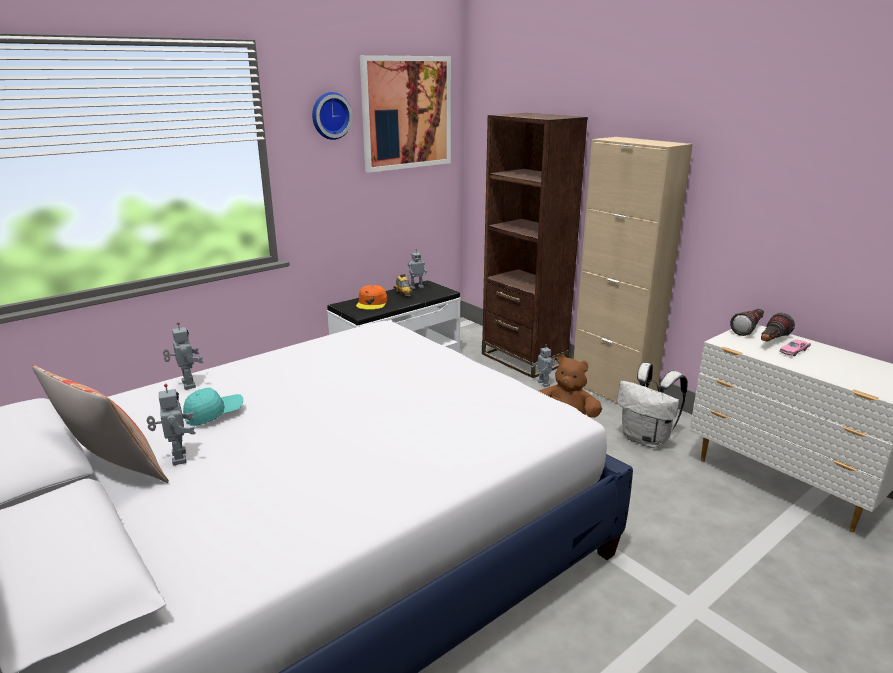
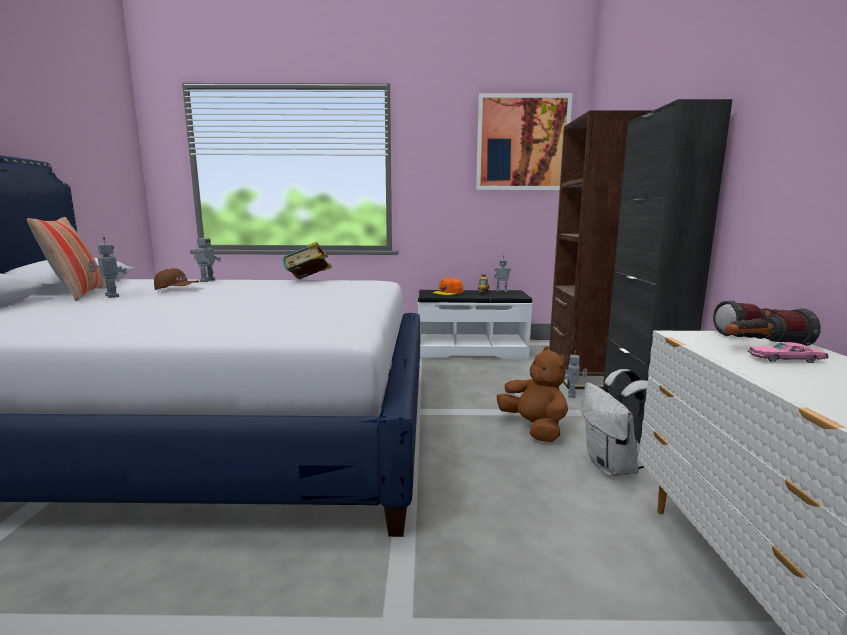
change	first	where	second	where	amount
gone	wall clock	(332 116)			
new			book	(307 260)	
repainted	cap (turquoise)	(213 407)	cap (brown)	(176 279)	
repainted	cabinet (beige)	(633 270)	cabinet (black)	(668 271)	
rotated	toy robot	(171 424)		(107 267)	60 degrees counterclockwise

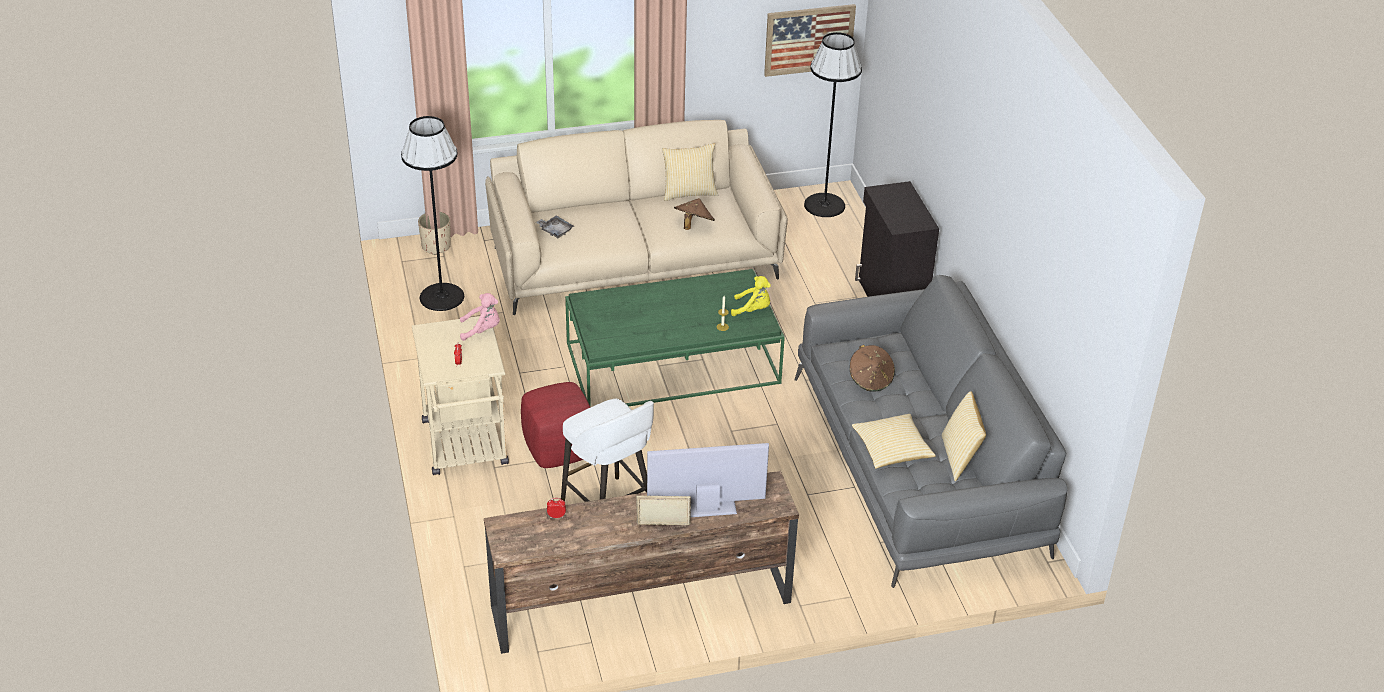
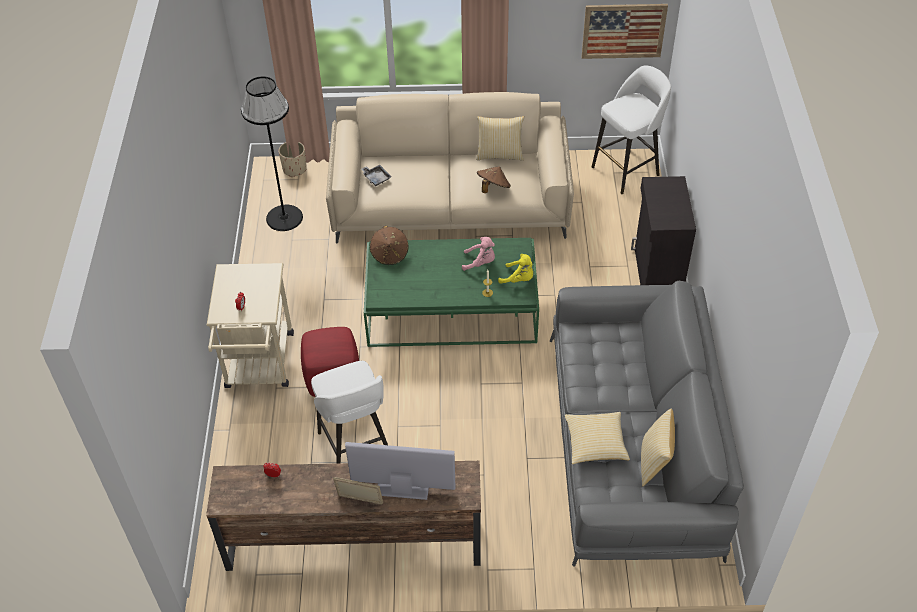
change	first	where	second	where	amount
shifted	plush toy (pink)	(480 317)		(478 254)	
shifted	hat (brown)	(872 368)		(389 245)	
swapped	floor lamp (black)	(833 124)	stool (white)	(631 129)	

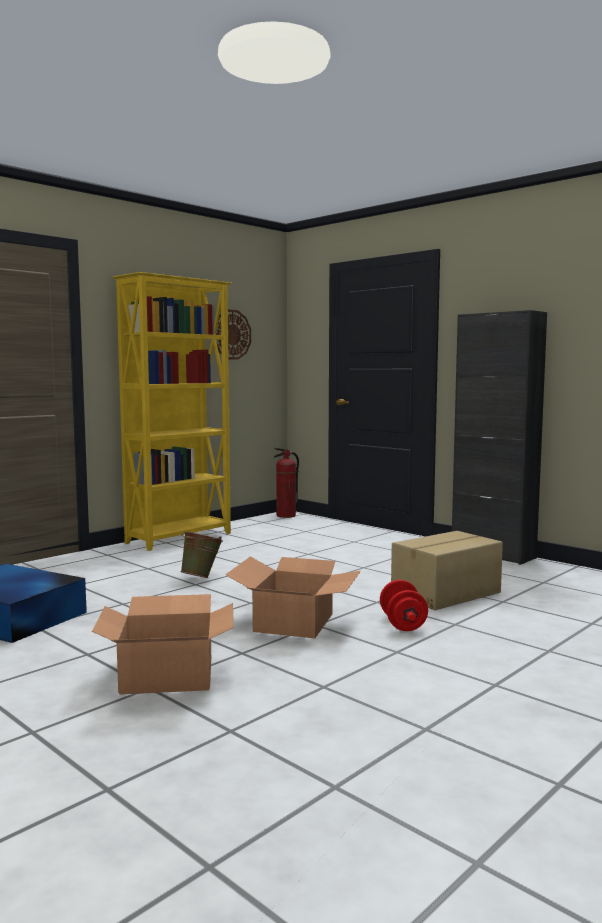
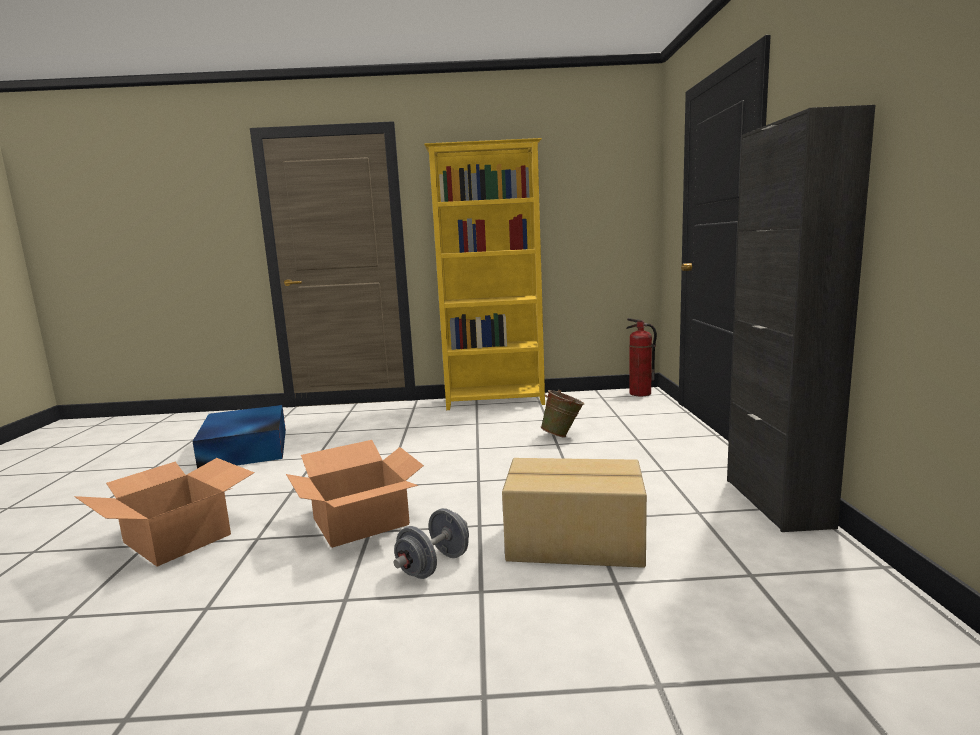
change	first	where	second	where	amount
gone	wall clock	(233 334)			
shifted	bucket (green)	(202 554)		(562 413)	
repainted	dumbbell (red)	(404 605)	dumbbell (grey)	(431 543)	

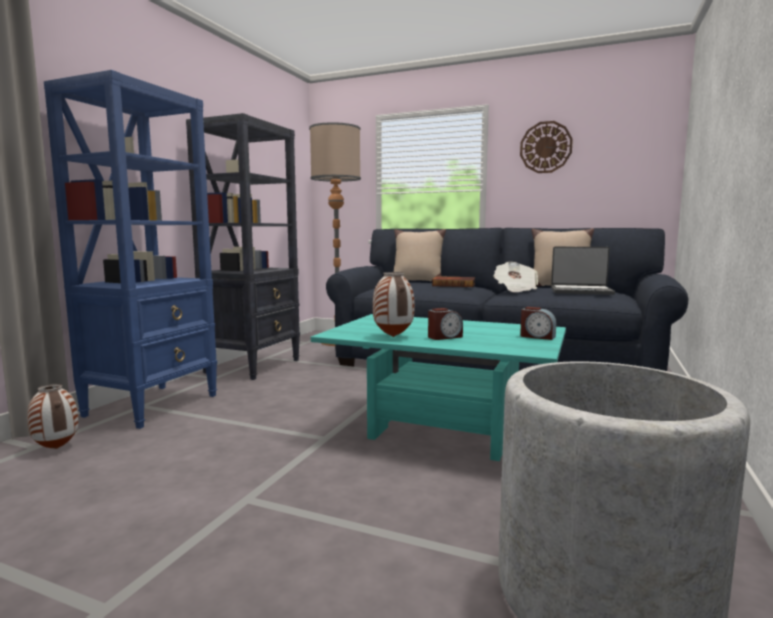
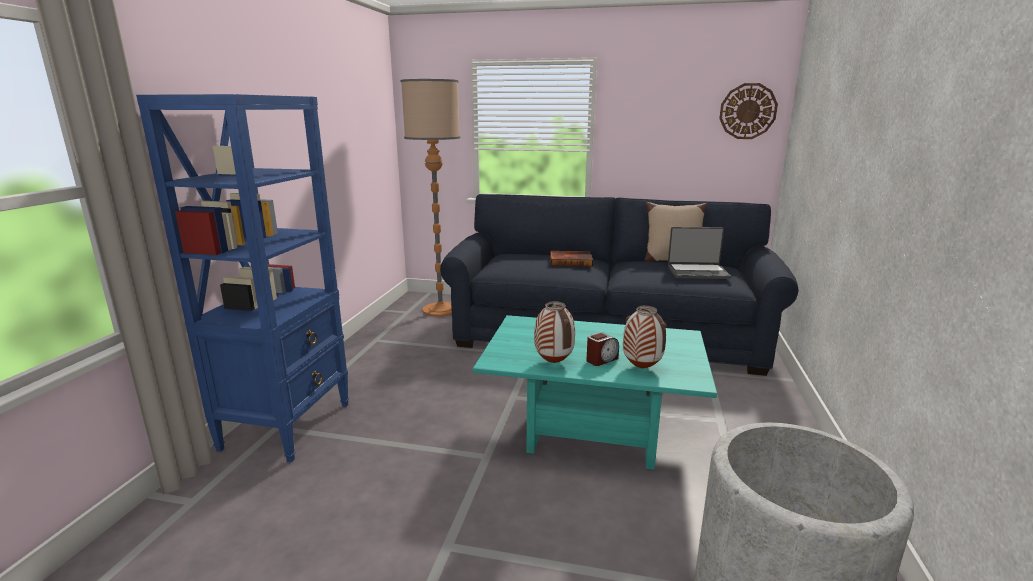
change	first	where	second	where	amount
gone	bookcase (black)	(243 246)			
gone	pillow (beige)	(419 255)			
gone	newspaper	(515 277)			
gone	alarm clock	(538 323)			
shifted	vase	(52 416)		(645 337)	
shifted	wall clock	(546 147)		(748 111)	

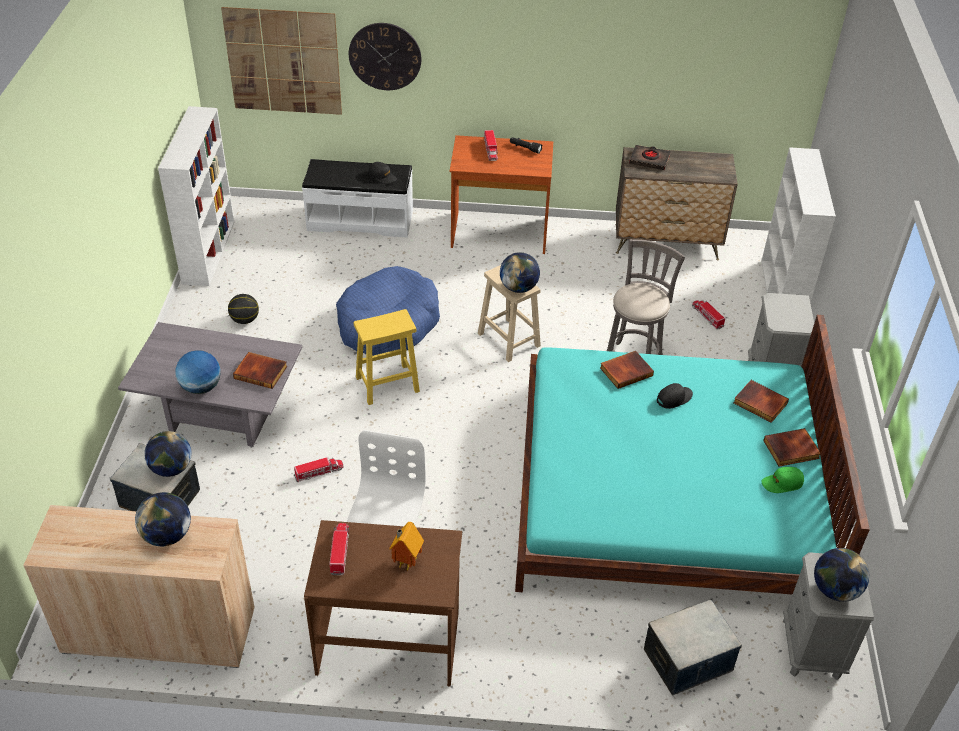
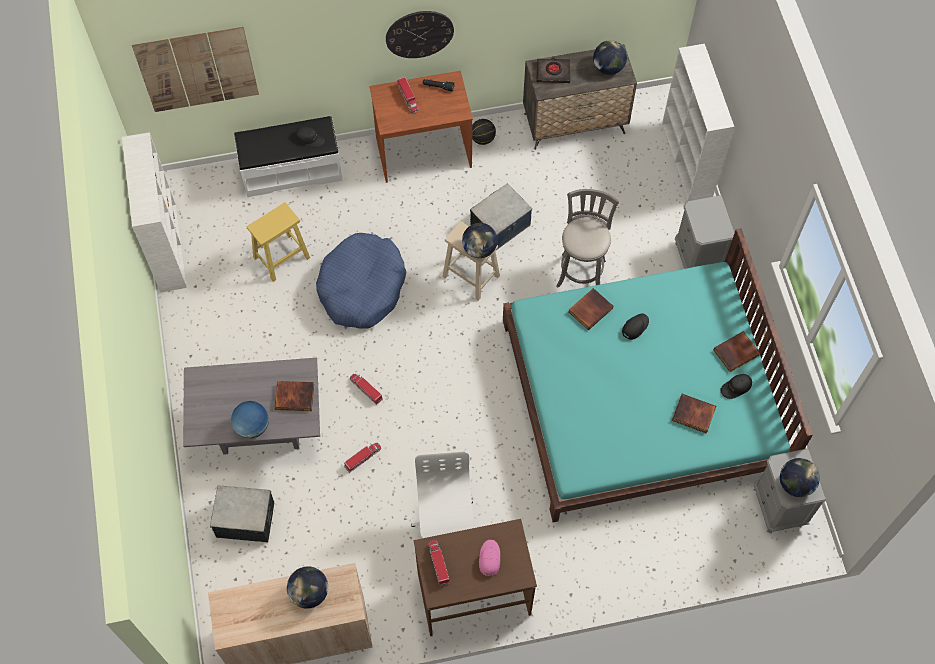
change	first	where	second	where	amount
shifted	globe	(168 454)		(610 57)	
shifted	basketball	(243 309)		(484 132)	
shifted	wall clock	(385 56)		(420 34)	
shifted	stool (yellow)	(387 357)		(278 242)	
shifted	storage box	(693 647)		(501 217)	
shifted	toy truck	(708 314)		(366 389)	
shifted	book	(761 401)		(694 414)	
swapped	toy house	(406 546)	cap (pink)	(489 558)	
repainted	cap (green)	(782 480)	cap (black)	(736 386)	

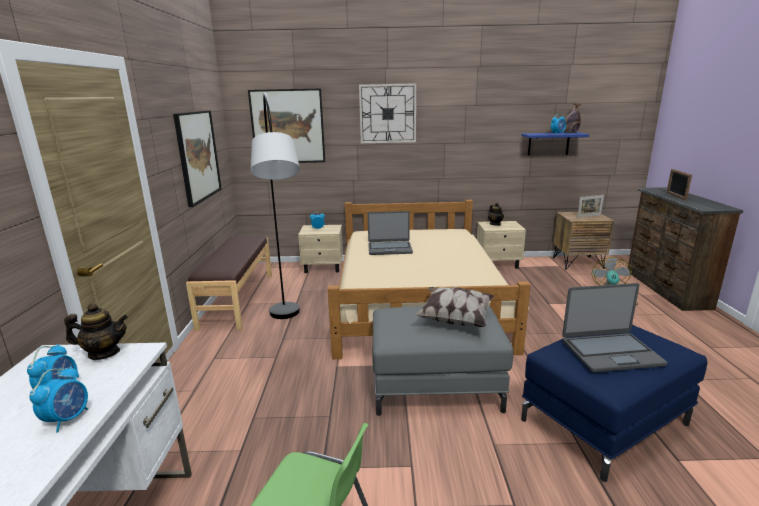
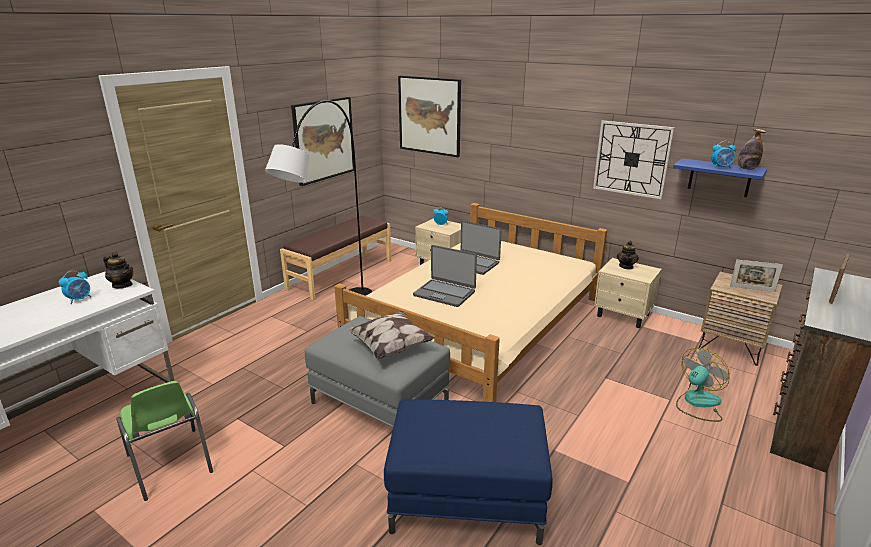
change	first	where	second	where	amount
gone	alarm clock	(58 399)			
shifted	wall clock	(387 113)		(634 159)	
shifted	laptop	(614 327)		(445 276)	

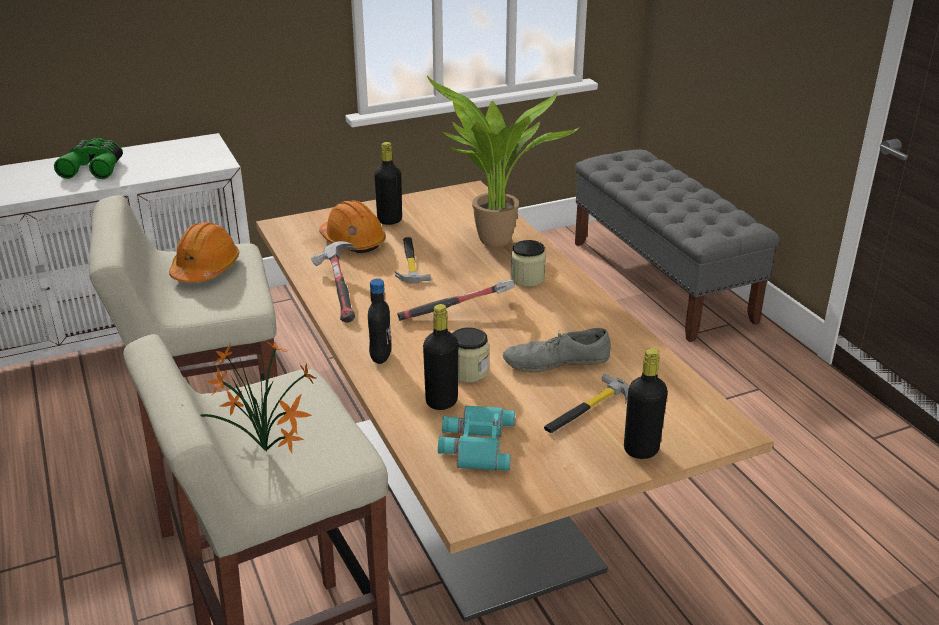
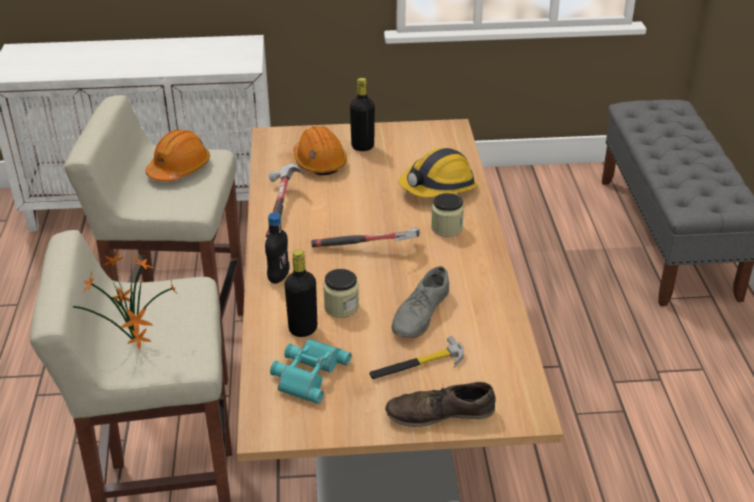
change	first	where	second	where	amount
gone	binoculars (green)	(88 158)			
gone	hammer	(413 260)			
swapped	potted plant	(503 161)	hard hat	(438 173)	
swapped	bottle (black)	(646 403)	shoe (brown)	(440 404)	
rotated	shoe (grey)	(557 350)		(420 302)	75 degrees counterclockwise

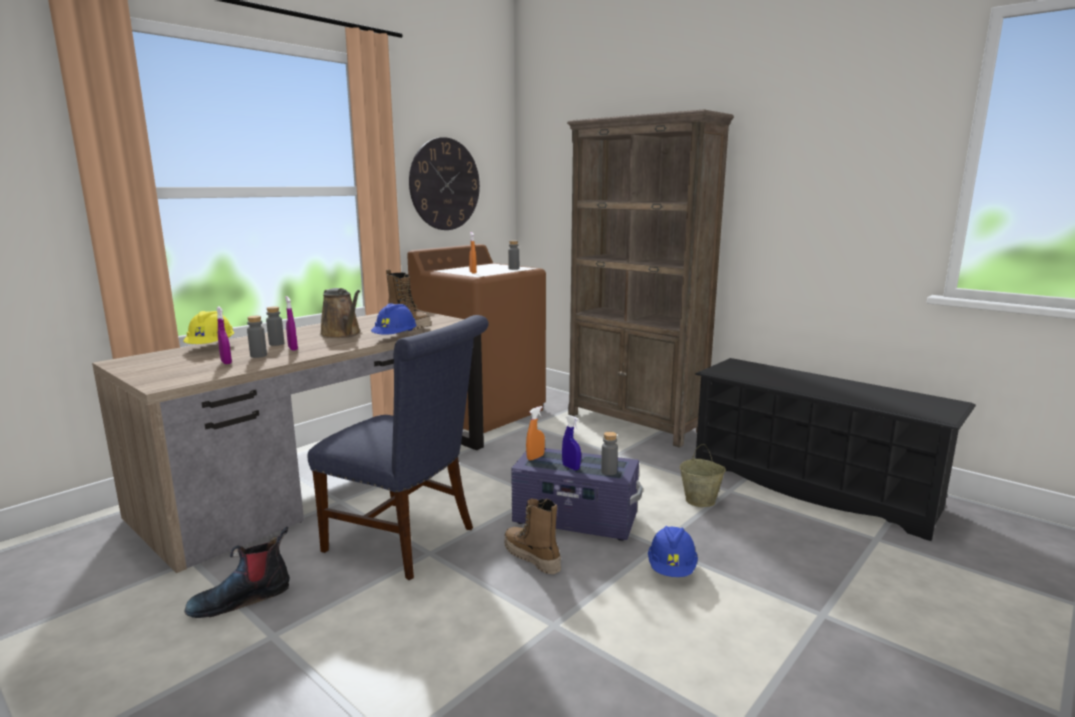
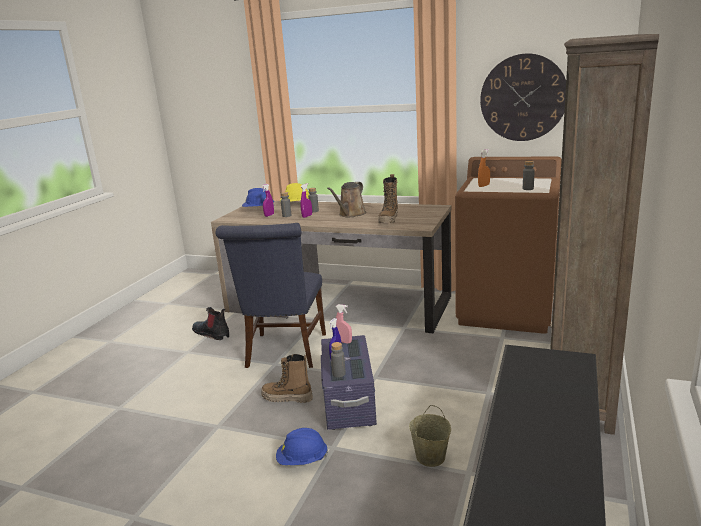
change	first	where	second	where	amount
shifted	hard hat (blue)	(394 318)		(258 197)	
repainted	spray bottle (orange)	(535 433)	spray bottle (pink)	(344 323)	
rotated	boot	(532 536)		(287 378)	105 degrees counterclockwise

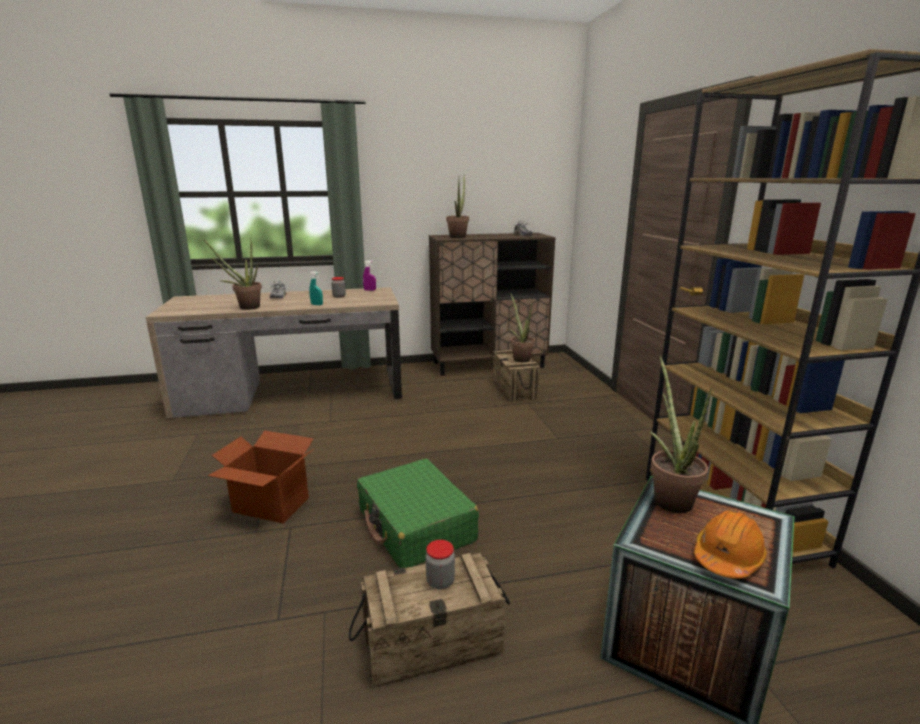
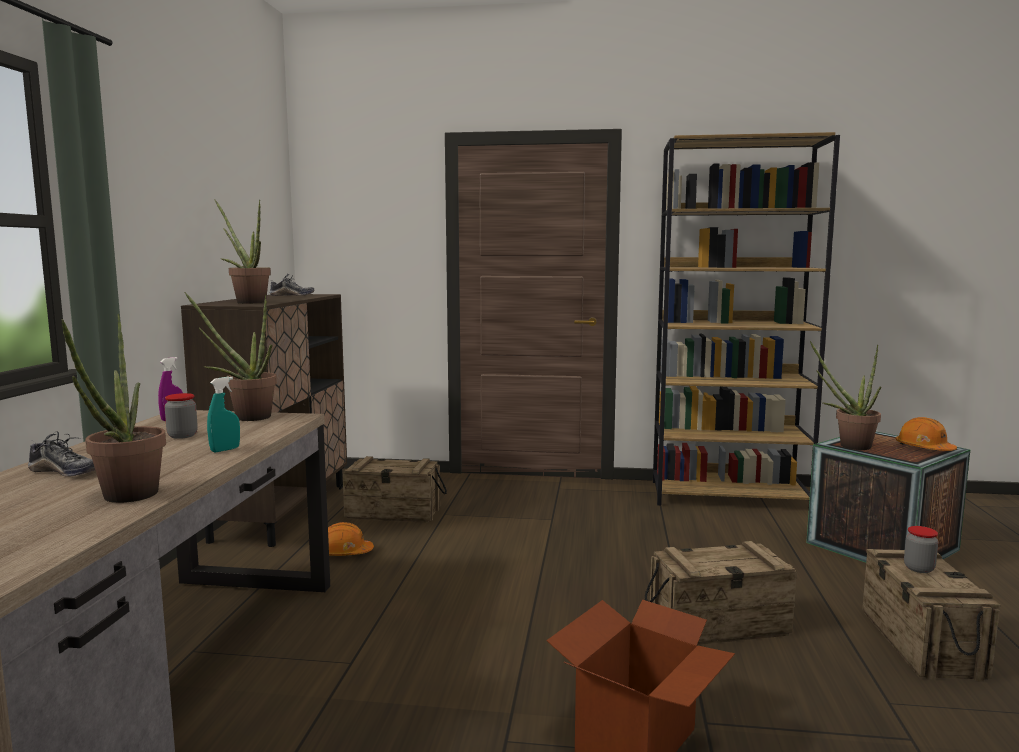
change	first	where	second	where	amount
new			hard hat (orange)	(351 539)	
shifted	potted plant	(522 327)		(231 356)	
swapped	suitcase (green)	(418 513)	crate	(721 593)	

